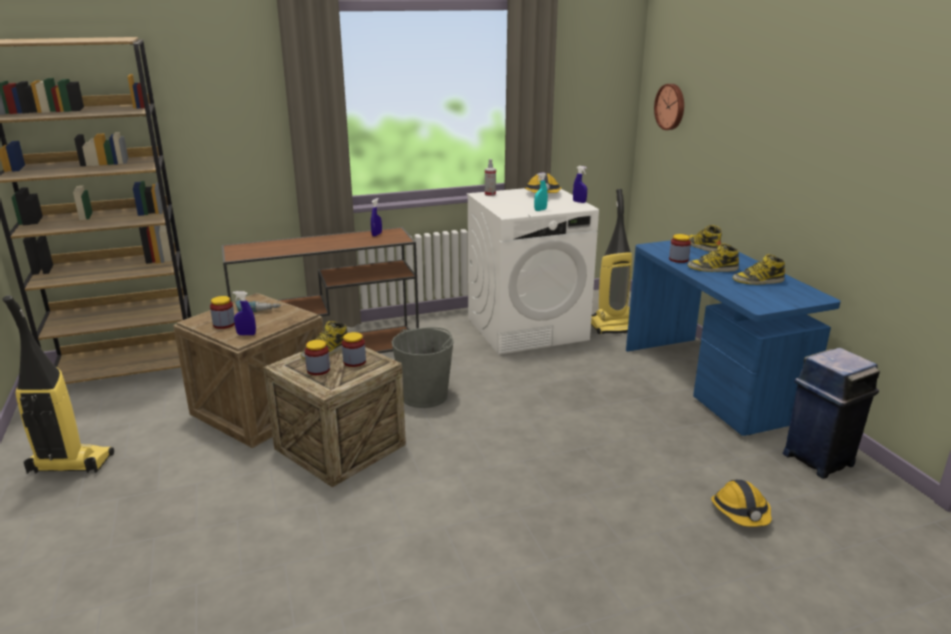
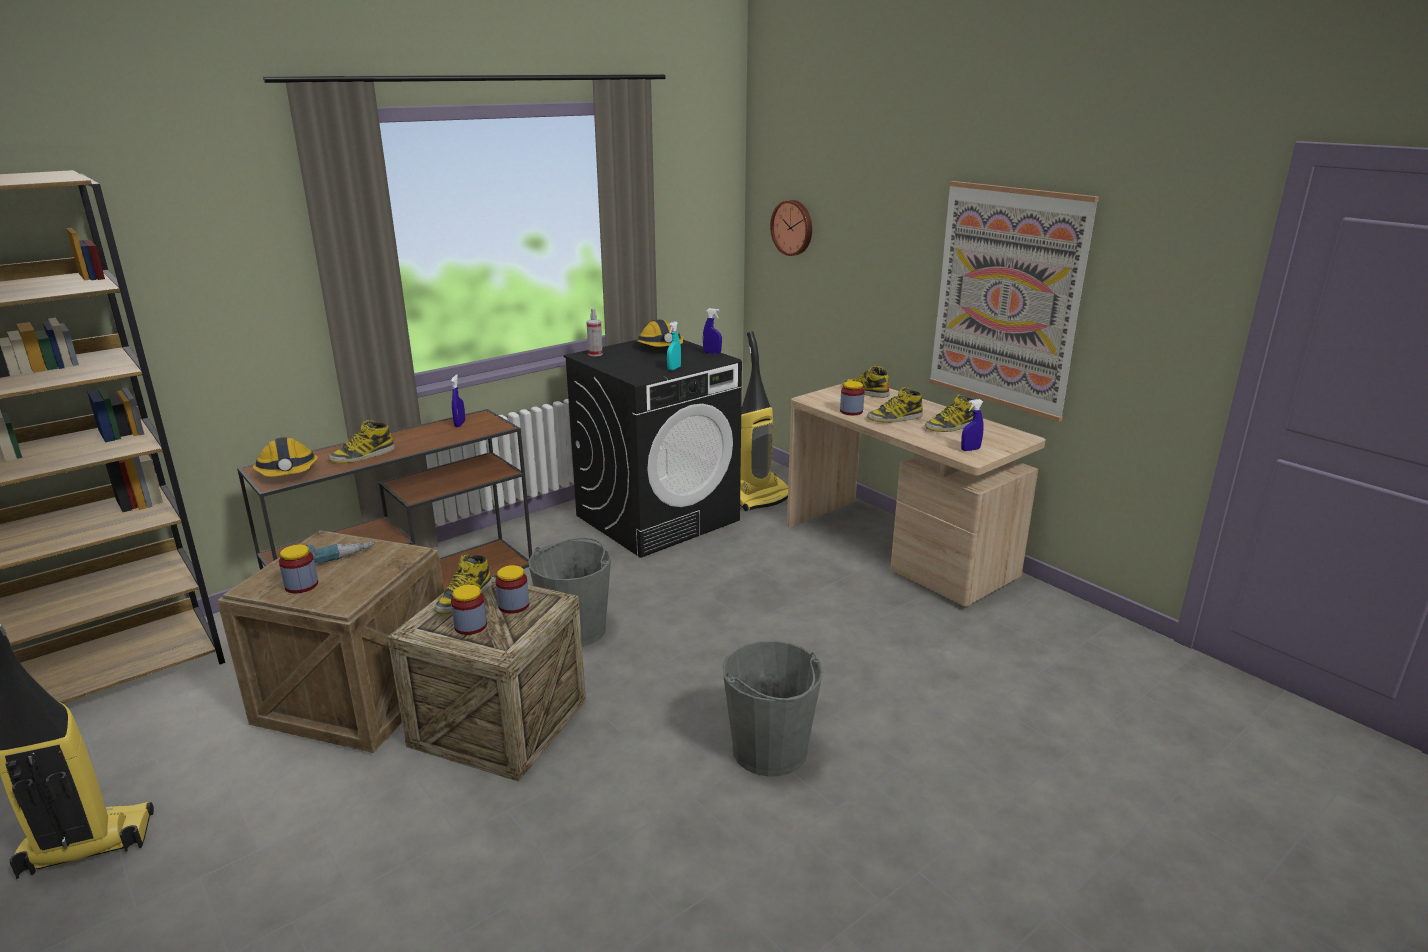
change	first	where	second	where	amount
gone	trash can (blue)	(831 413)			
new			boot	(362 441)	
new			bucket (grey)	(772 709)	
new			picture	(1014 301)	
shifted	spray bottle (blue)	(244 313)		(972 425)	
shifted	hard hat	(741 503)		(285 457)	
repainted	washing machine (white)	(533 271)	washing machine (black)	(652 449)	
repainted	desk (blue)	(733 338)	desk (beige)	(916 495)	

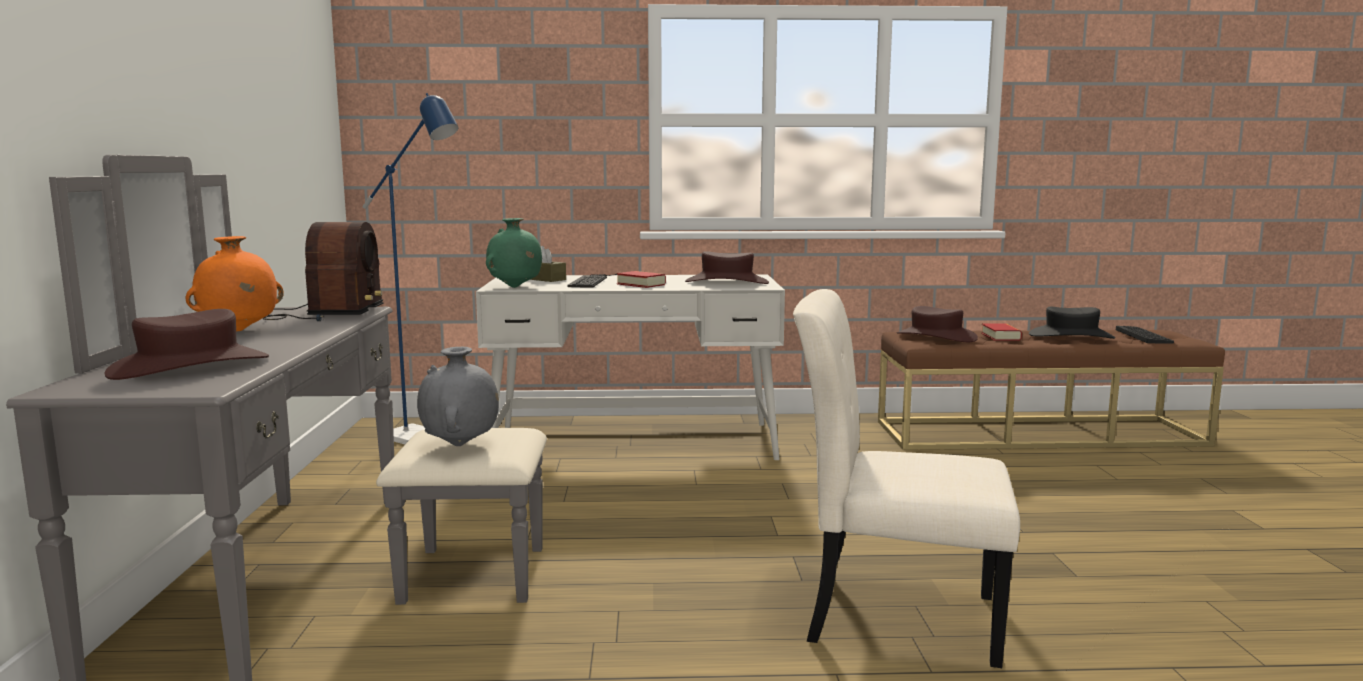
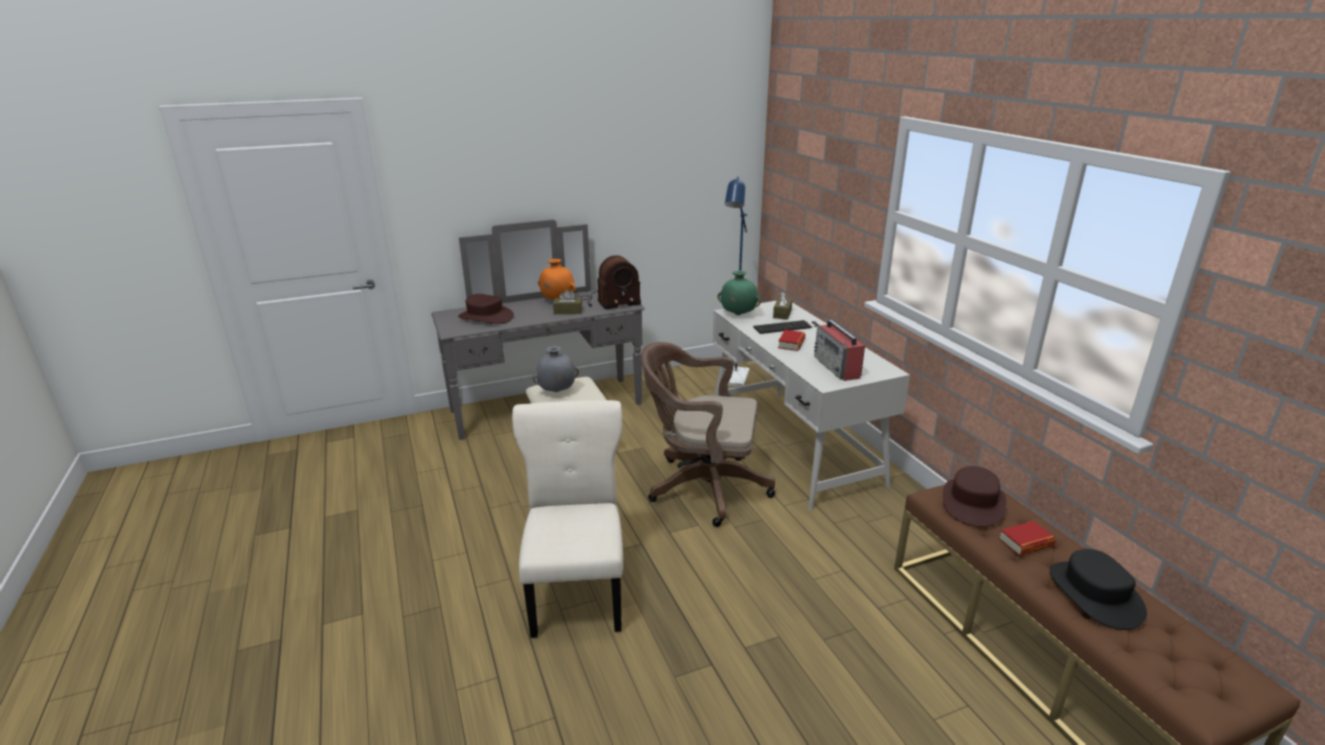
change	first	where	second	where	amount
gone	keyboard	(1145 335)			
new			tissue box (brown)	(567 302)	
new			office chair (brown)	(708 434)	
swapped	hat (brown)	(727 267)	radio	(839 350)	

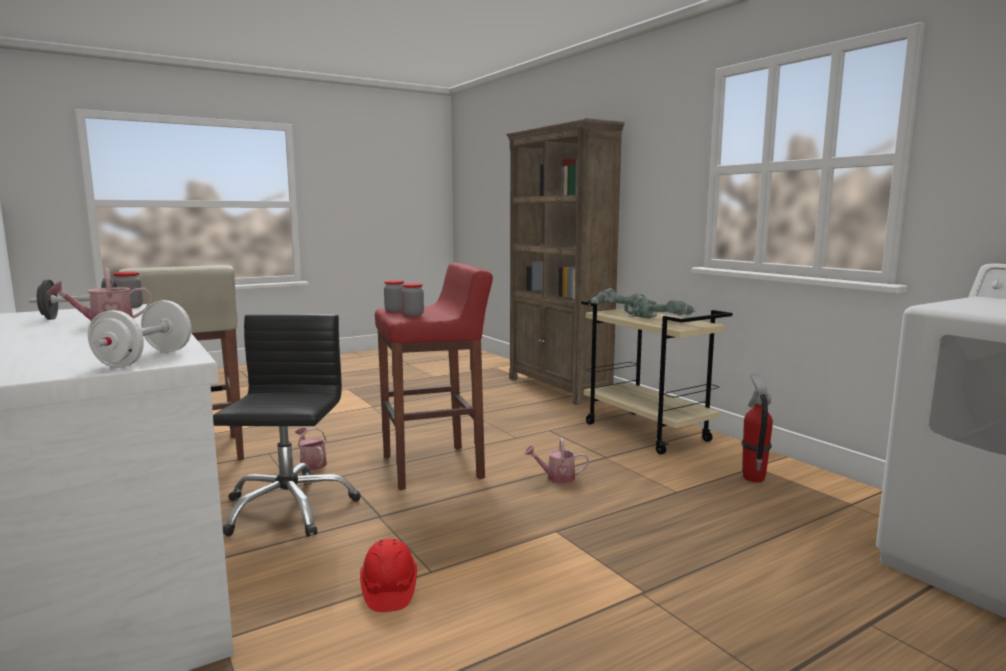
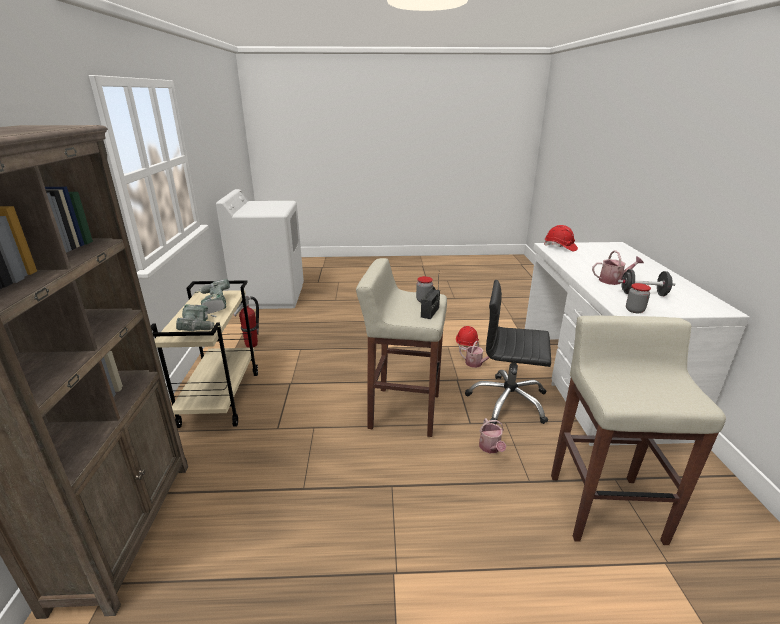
change	first	where	second	where	amount
shifted	watering can	(556 460)		(474 354)	
swapped	dumbbell (white)	(139 334)	hard hat (red)	(561 238)	
swapped	jar	(394 296)	radio	(430 298)	
repainted	stool (red)	(434 376)	stool (beige)	(401 347)	
rotated	office chair (black)	(287 425)		(508 352)	75 degrees clockwise

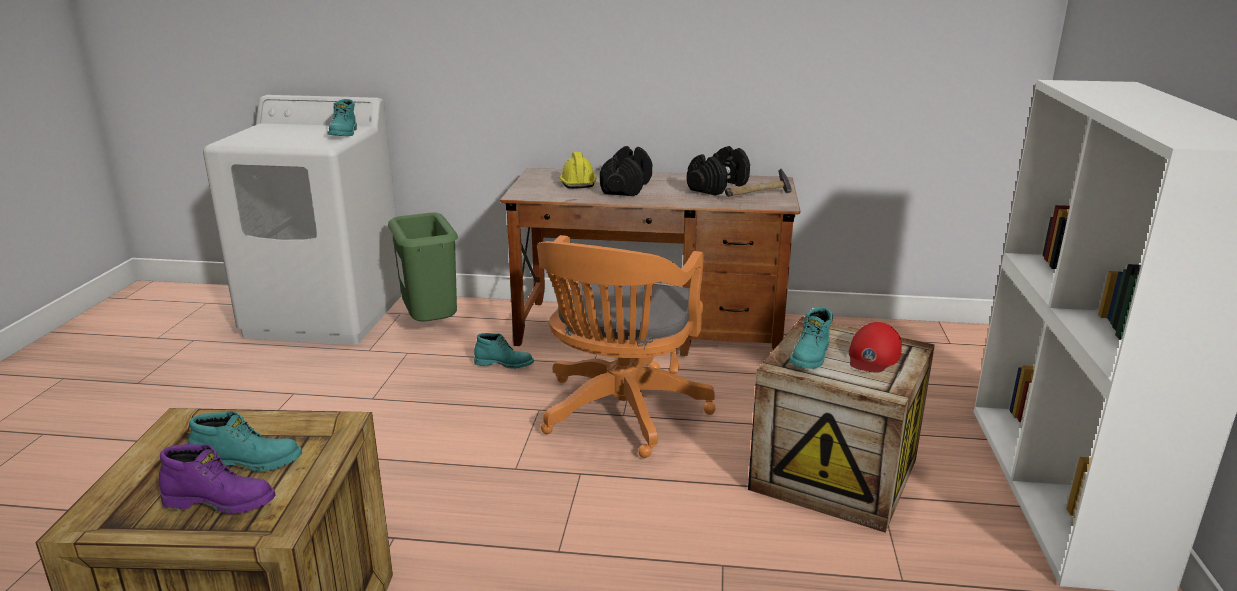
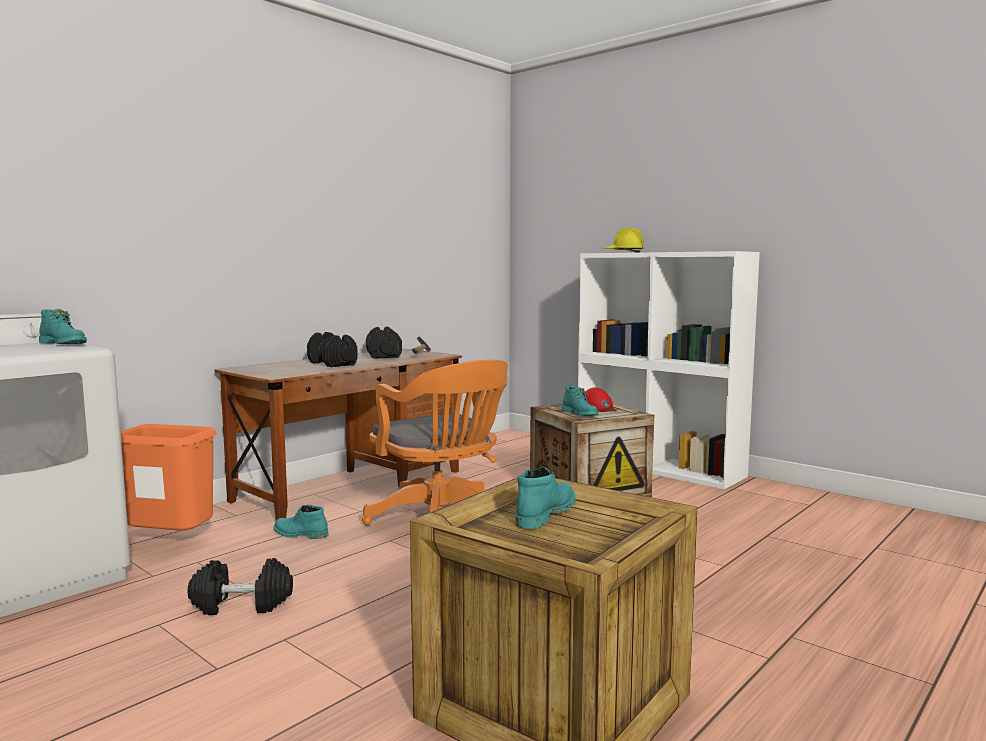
change	first	where	second	where	amount
gone	boot (purple)	(217 479)			
new			dumbbell (black)	(240 586)	
shifted	hard hat (yellow)	(577 170)		(624 240)	
repainted	trash can (green)	(423 267)	trash can (orange)	(168 477)	
rotated	boot (turquoise)	(504 351)		(301 522)	120 degrees counterclockwise

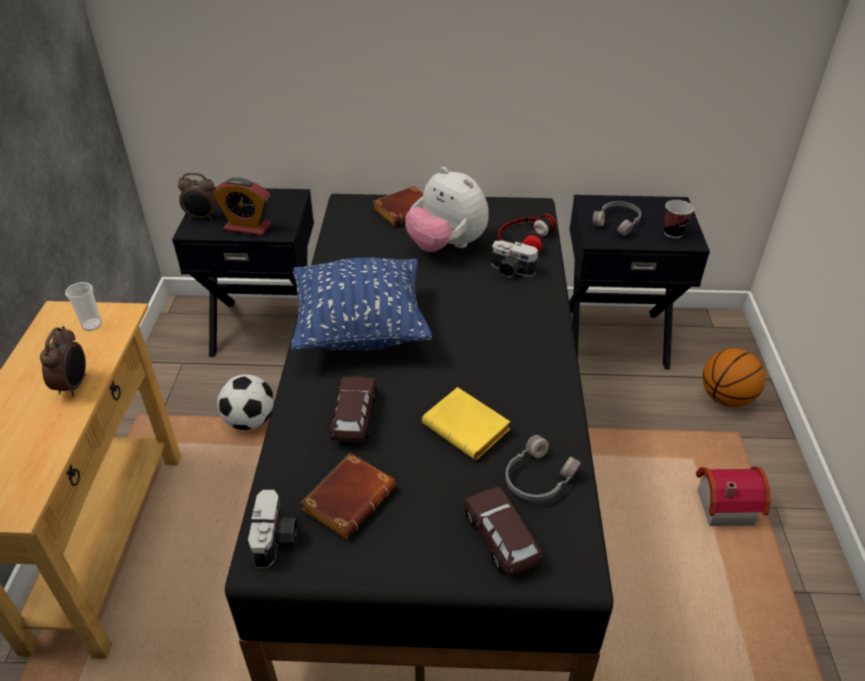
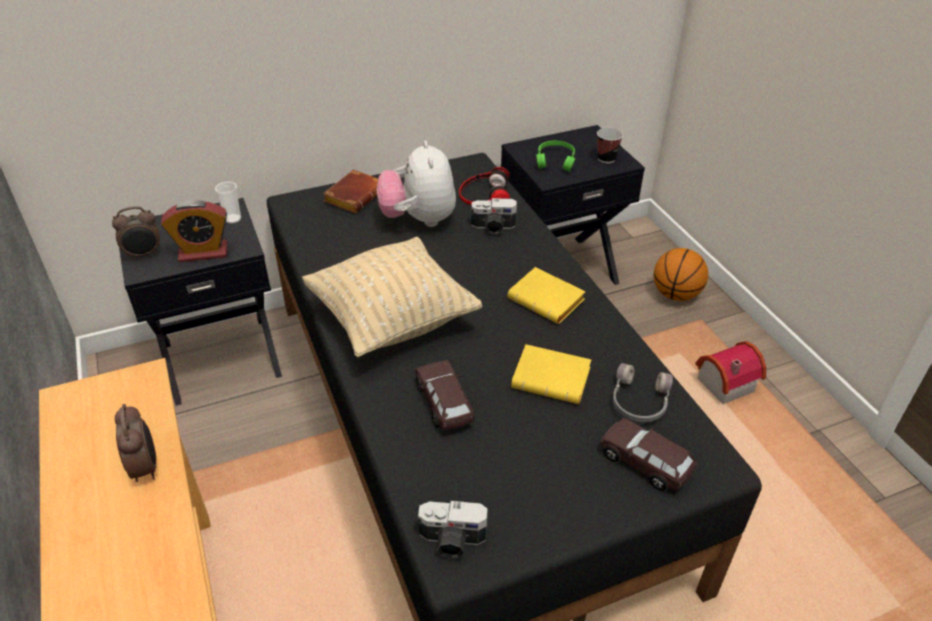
change	first	where	second	where	amount
gone	football	(245 402)			
gone	book (brown)	(348 496)			
new			book (yellow)	(547 295)	
shifted	cup	(83 306)		(228 202)	
repainted	pillow (blue)	(361 304)	pillow (beige)	(392 297)	
repainted	headphones (grey)	(617 218)	headphones (green)	(555 156)	
rotated	photo camera	(273 528)		(453 530)	120 degrees clockwise
rotated	plush toy	(447 209)		(416 184)	60 degrees clockwise

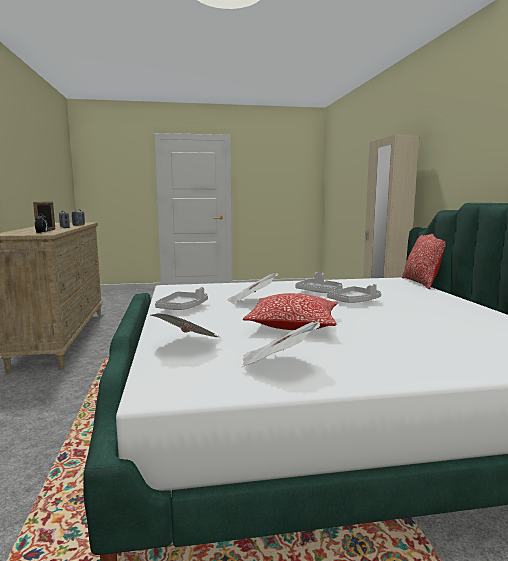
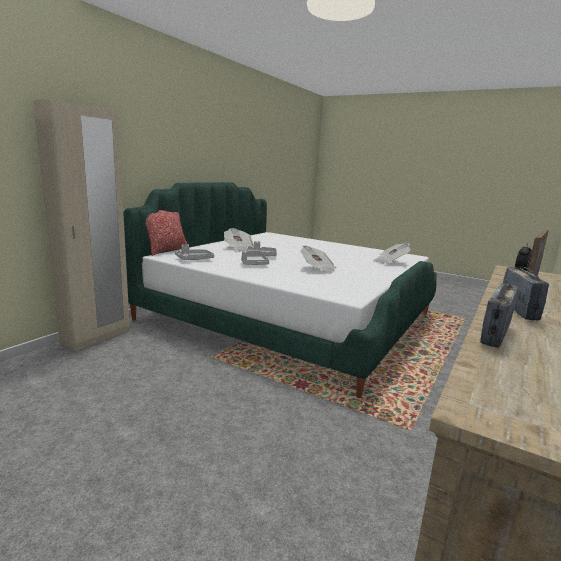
change	first	where	second	where	amount
gone	pillow	(290 311)			
shifted	tray (grey)	(181 298)		(194 252)	
shifted	newspaper	(281 344)		(239 240)	

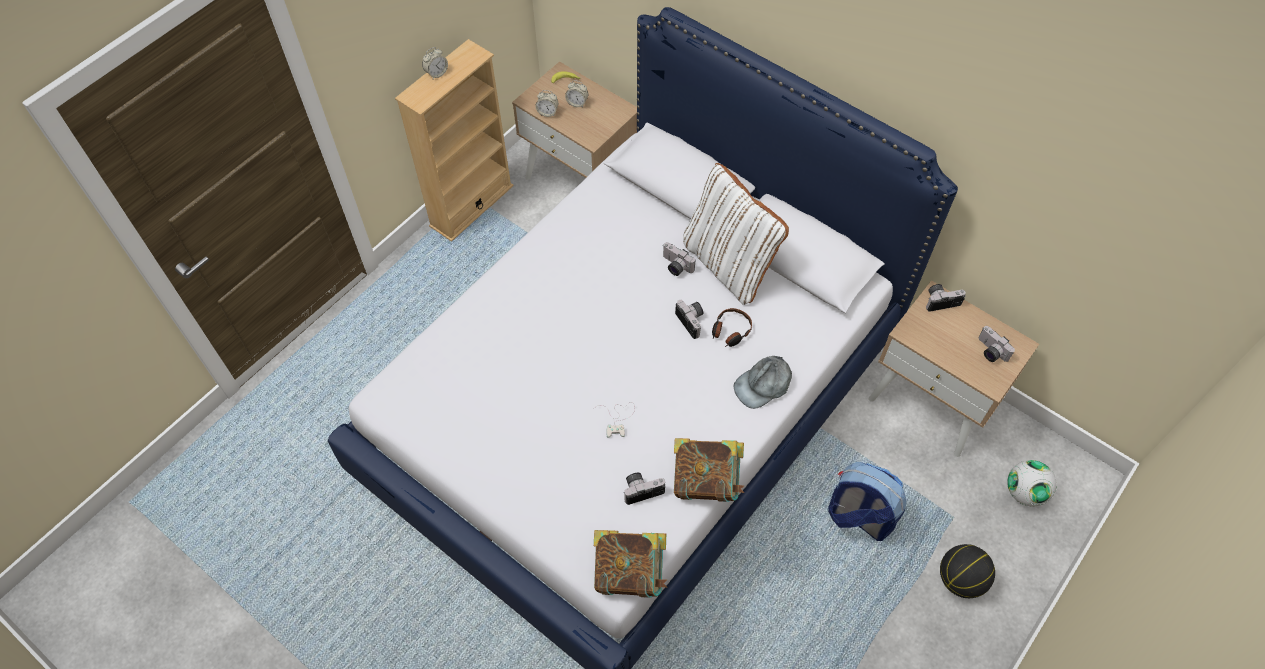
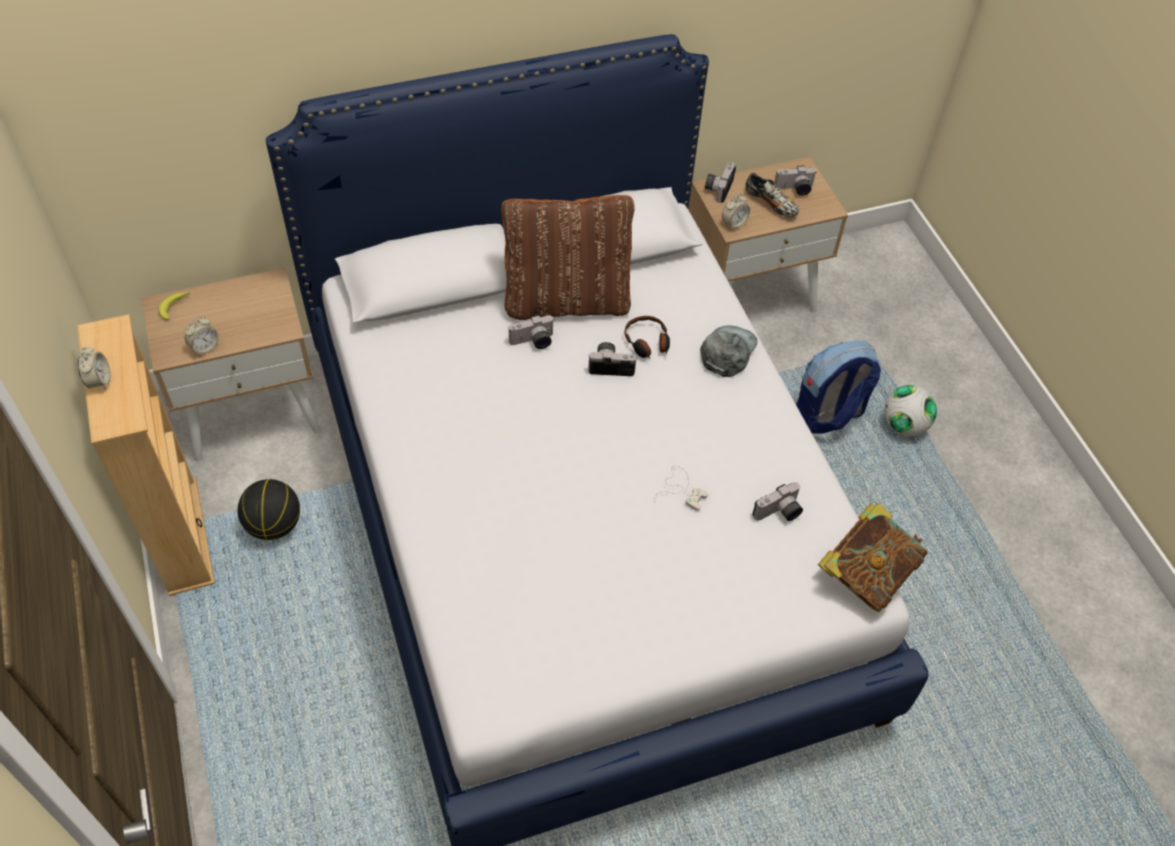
change	first	where	second	where	amount
gone	book	(709 470)			
new			shoe	(772 195)	
shifted	alarm clock	(576 94)		(736 211)	
shifted	basketball	(967 571)		(269 509)	
shifted	football	(1032 483)		(910 410)	
repainted	pillow (white)	(736 234)	pillow (brown)	(567 257)	
rotated	photo camera	(644 489)		(777 501)	135 degrees counterclockwise
rotated	cap (grey)	(763 382)		(728 351)	150 degrees counterclockwise

